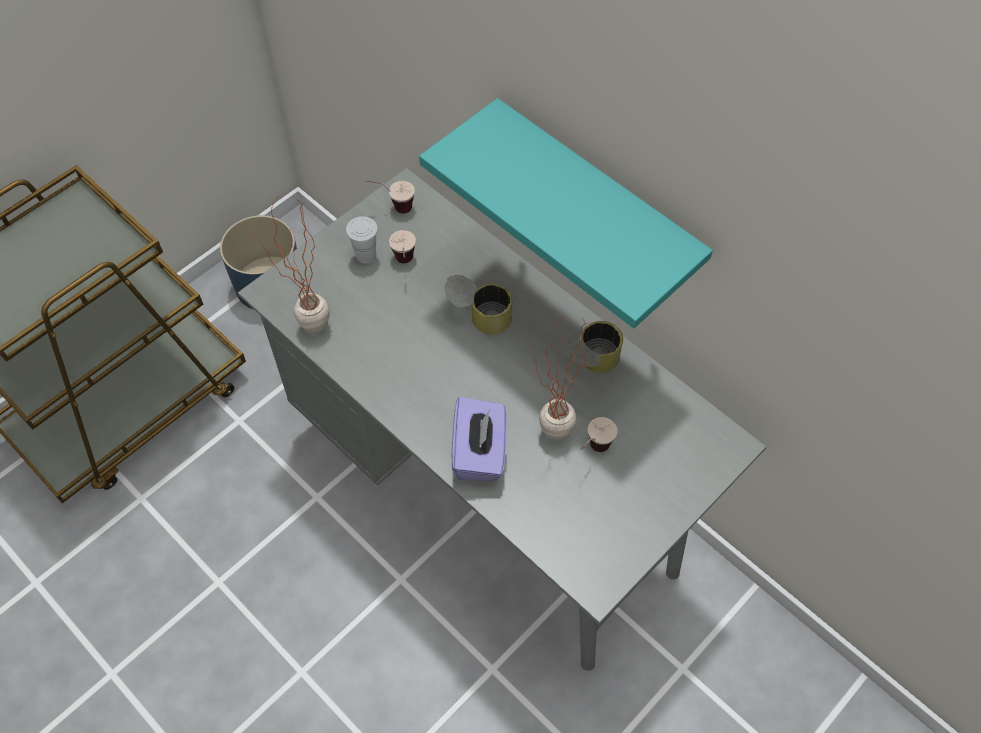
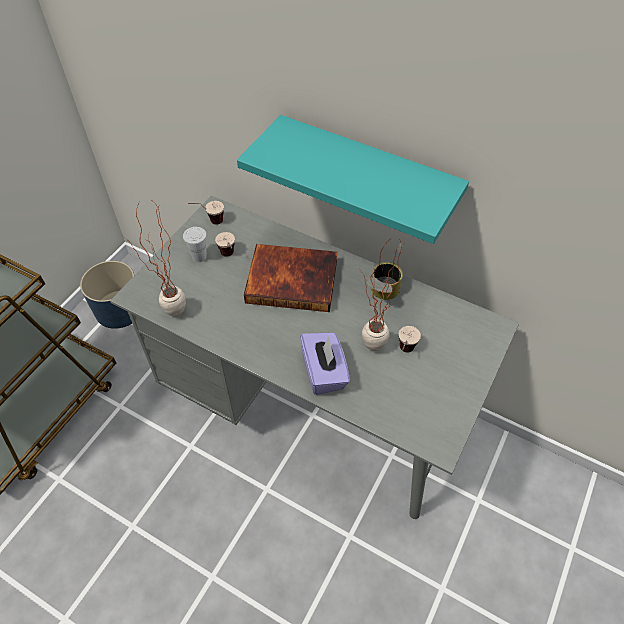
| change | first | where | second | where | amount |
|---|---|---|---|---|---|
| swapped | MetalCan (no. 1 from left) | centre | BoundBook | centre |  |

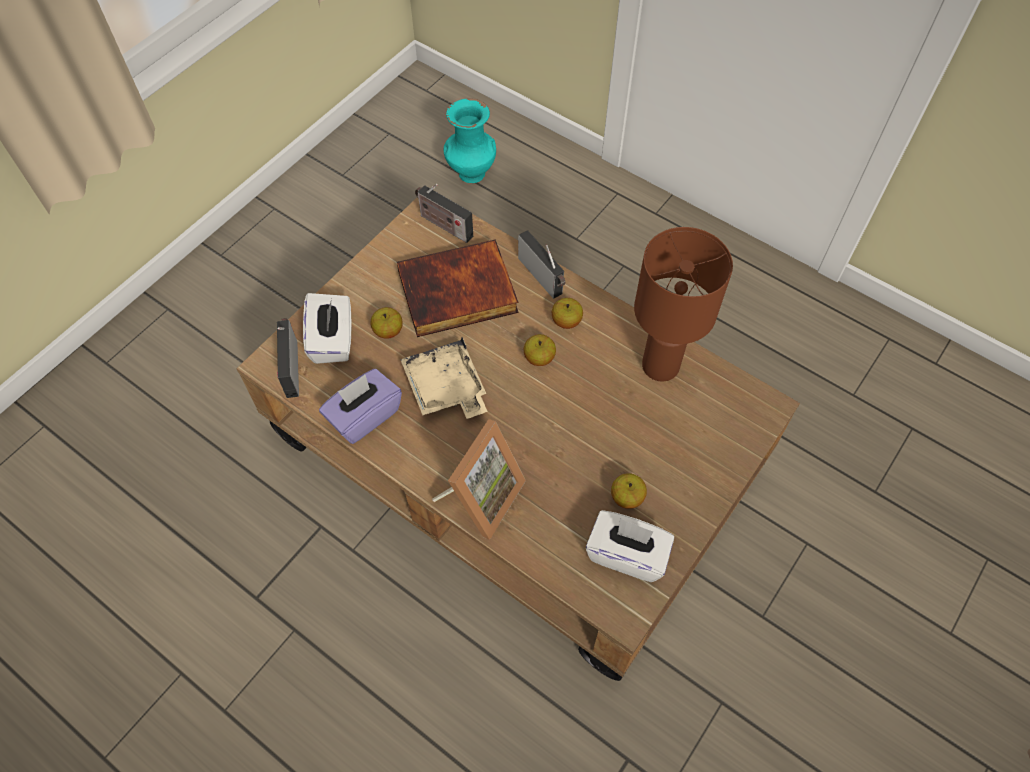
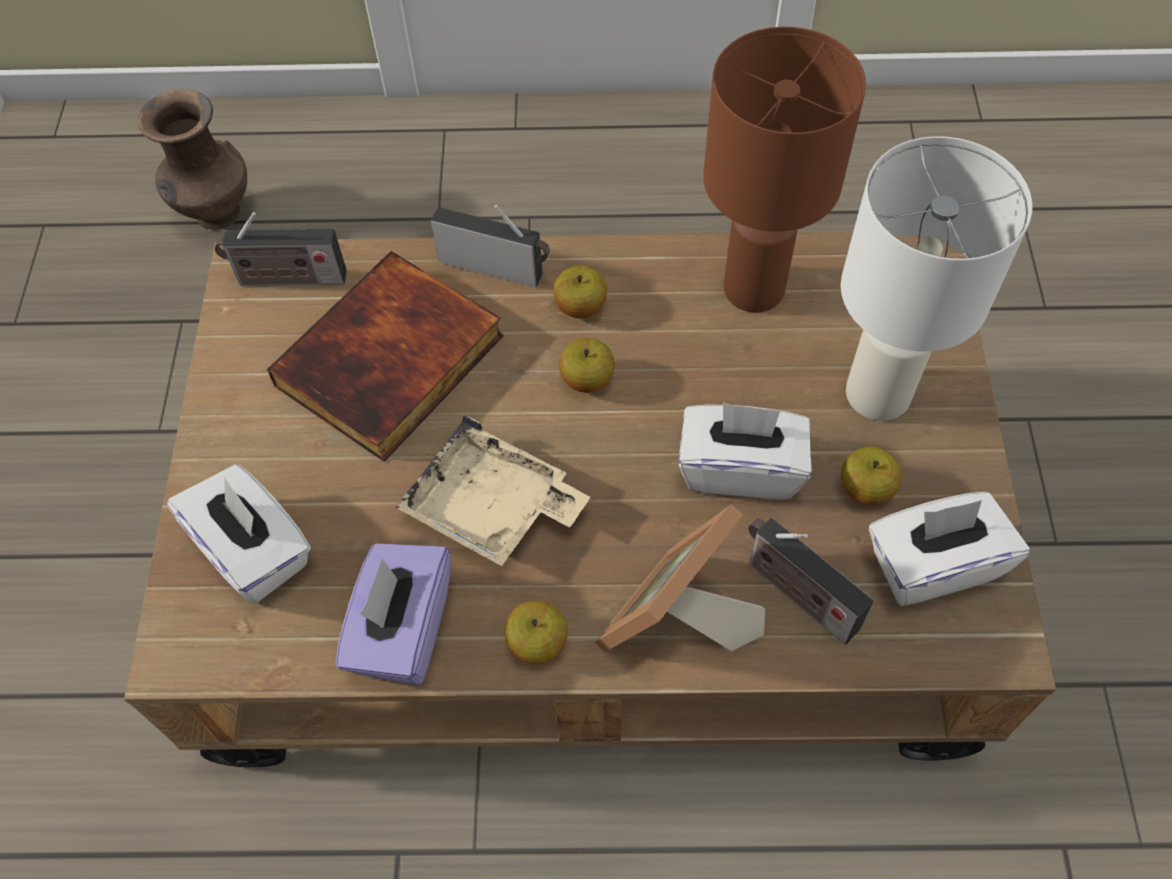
| change | first | where | second | where | amount |
|---|---|---|---|---|---|
| repainted | TurquoiseColouredFlowerVase | top centre | BrownFlowerVase | top left |  |
| shifted | AppleFruit (no. 1 from left) | centre |  | bottom centre |  |
| rotated | PictureFrame | centre |  | centre | 135 degrees counterclockwise |
| new |  |  | WhitishTissueBox (no. 2 from left) | centre |  |
| shifted | RadioReceiver (no. 1 from left in the first image) | middle left | RadioReceiver (no. 3 from left) | middle right |  |
| new |  |  | WhitishTableLamp | top right |  |

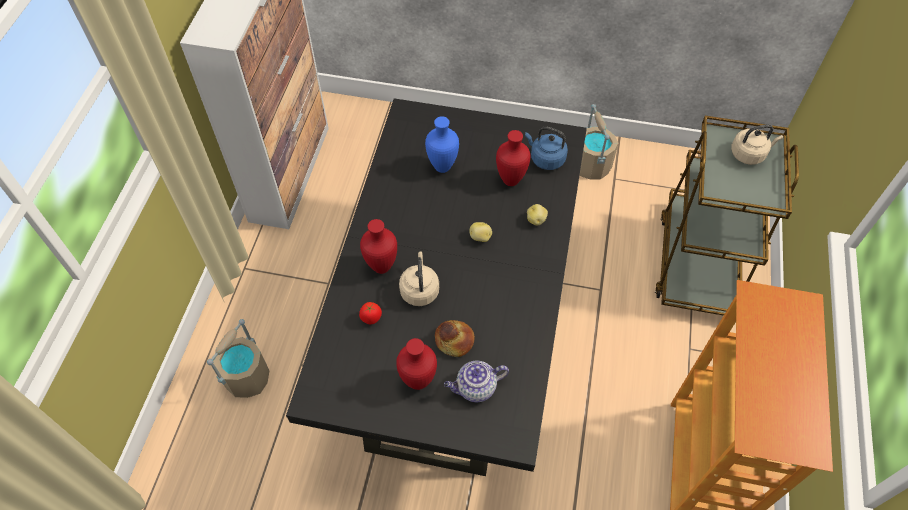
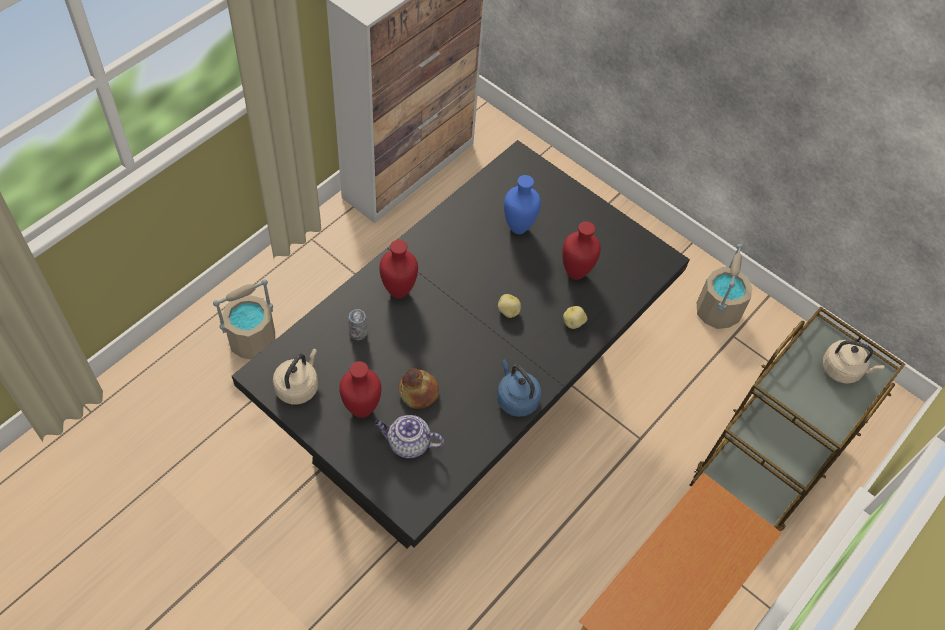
| change | first | where | second | where | amount |
|---|---|---|---|---|---|
| shifted | SandColouredWaterKettle (no. 1 from left) | centre |  | middle left |  |
| swapped | FreshTomato | centre | MetalCan | centre |  |
| shifted | BluishWaterKettle | top centre |  | centre |  |

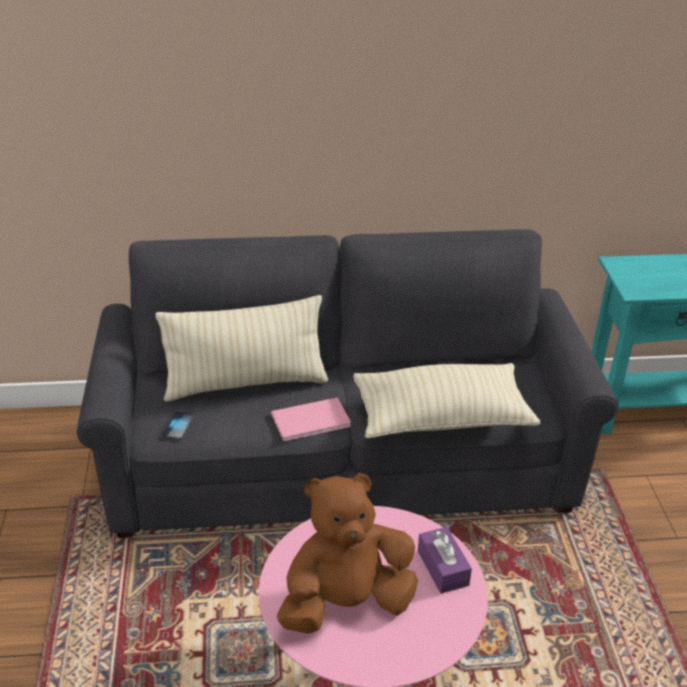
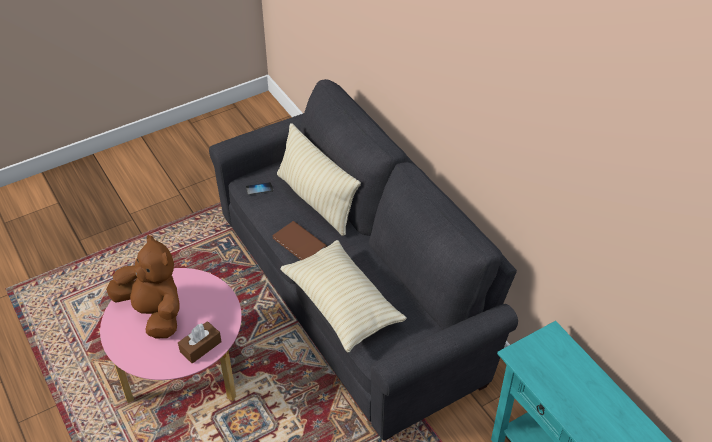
| change | first | where | second | where | amount |
|---|---|---|---|---|---|
| repainted | PurpleColouredTissueBox | bottom centre | BrownTissueBox | bottom left |  |
| repainted | PinkColouredBoundBook | centre | BrownBoundBook | centre |  |

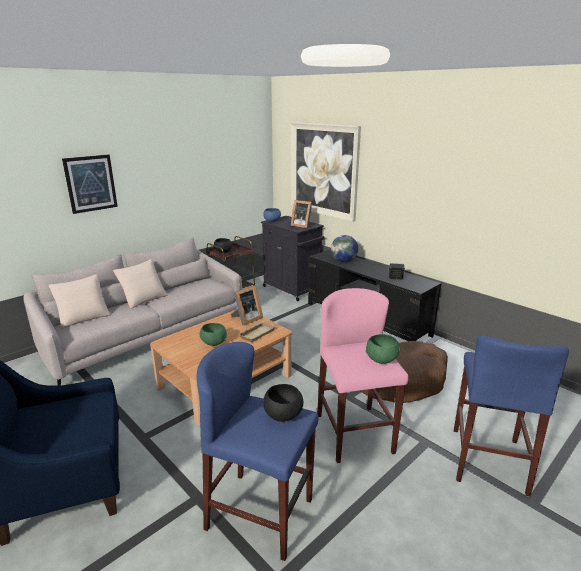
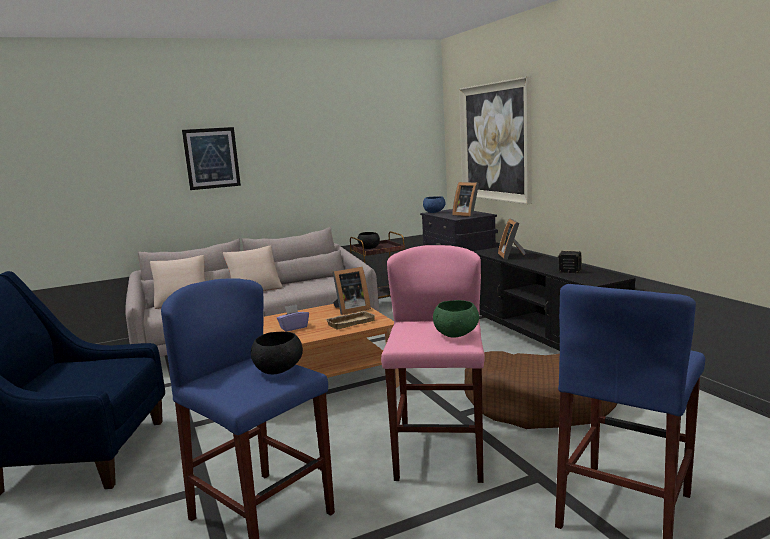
| change | first | where | second | where | amount |
|---|---|---|---|---|---|
| swapped | GreenishBowl (no. 1 from left) | centre | PurpleColouredTissueBox | centre |  |
| swapped | Globe | centre | PictureFrame (no. 3 from left) | centre |  |

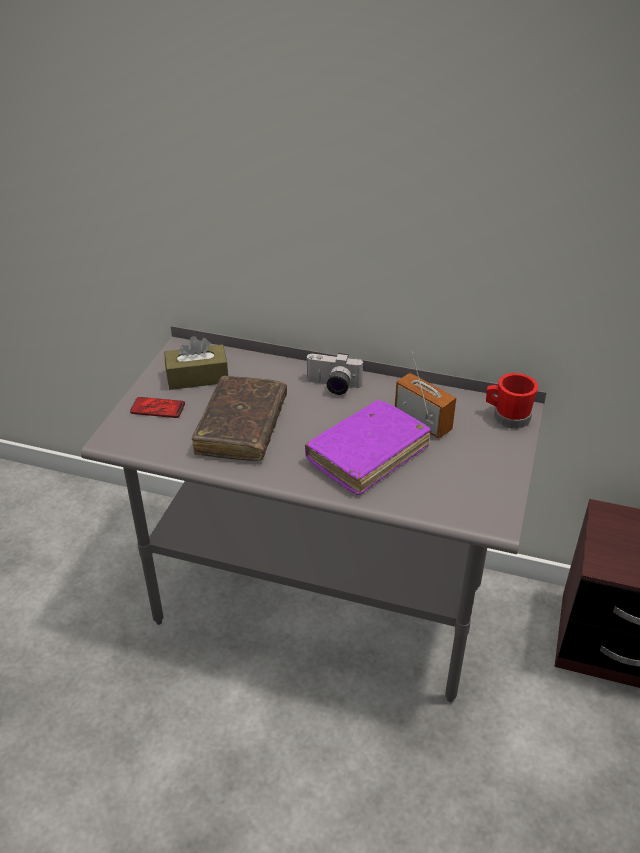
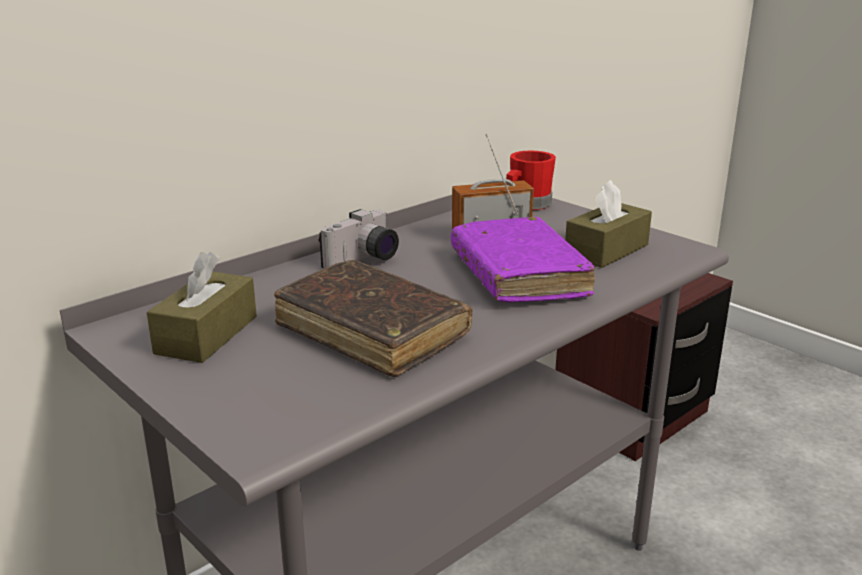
| change | first | where | second | where | amount |
|---|---|---|---|---|---|
| new |  |  | BrownTissueBox (no. 2 from left) | middle right |  |
| gone | Handset | middle left |  |  |  |

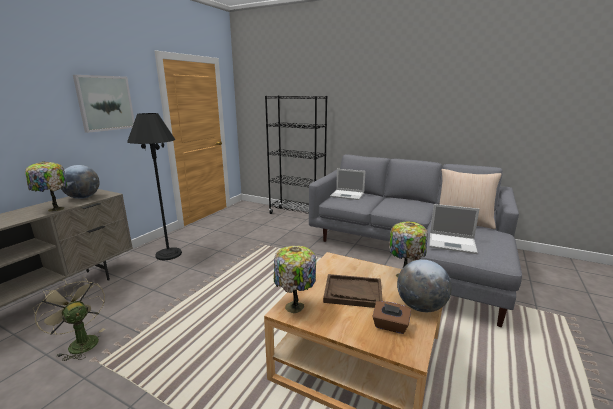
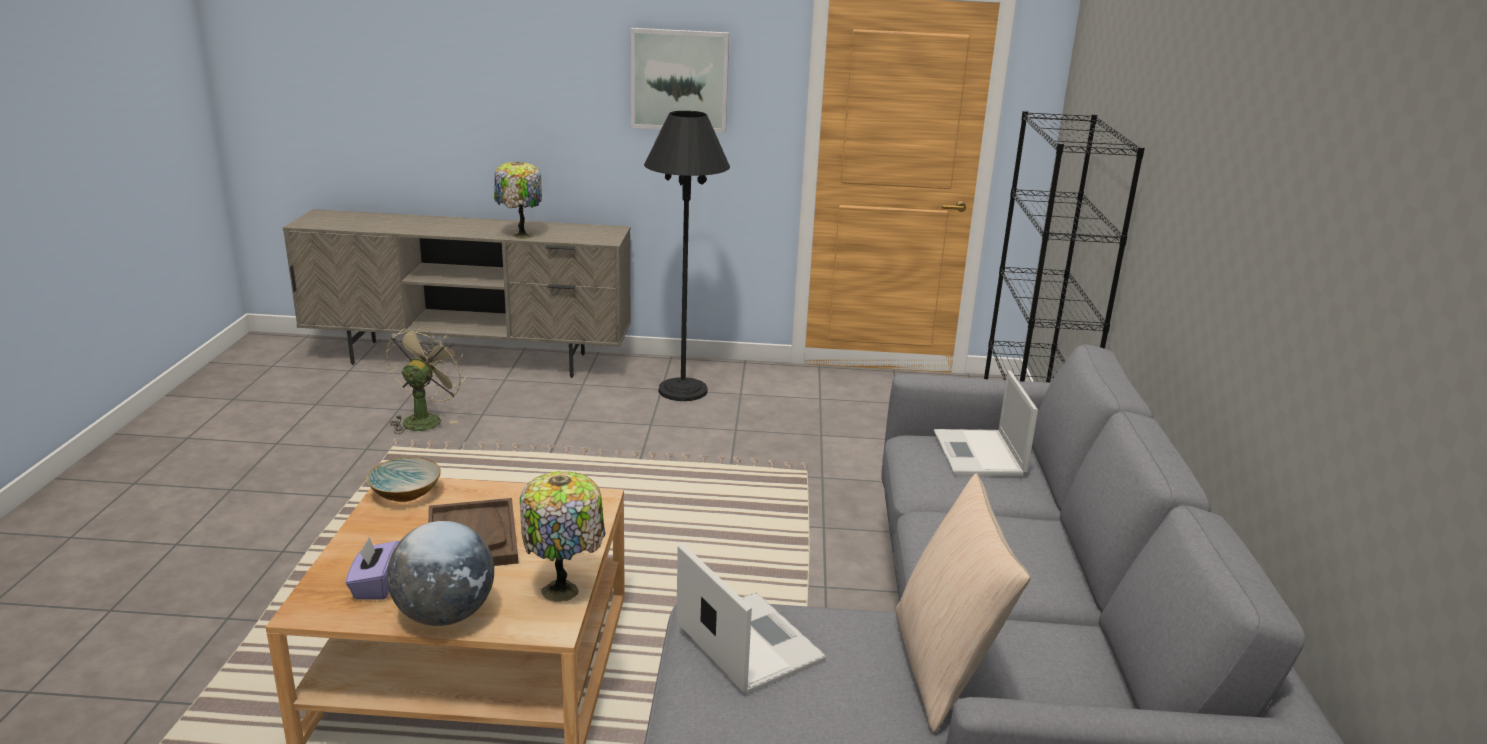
| change | first | where | second | where | amount |
|---|---|---|---|---|---|
| repainted | BrownTissueBox | bottom centre | PurpleColouredTissueBox | bottom left |  |
| swapped | TableLamp (no. 2 from left) | bottom centre | Bowl | middle left |  |
| rotated | Laptop (no. 2 from left in the first image) | middle right | Laptop (no. 1 from left) | bottom centre | 150 degrees clockwise |
| gone | Globe (no. 1 from left) | middle left |  |  |  |

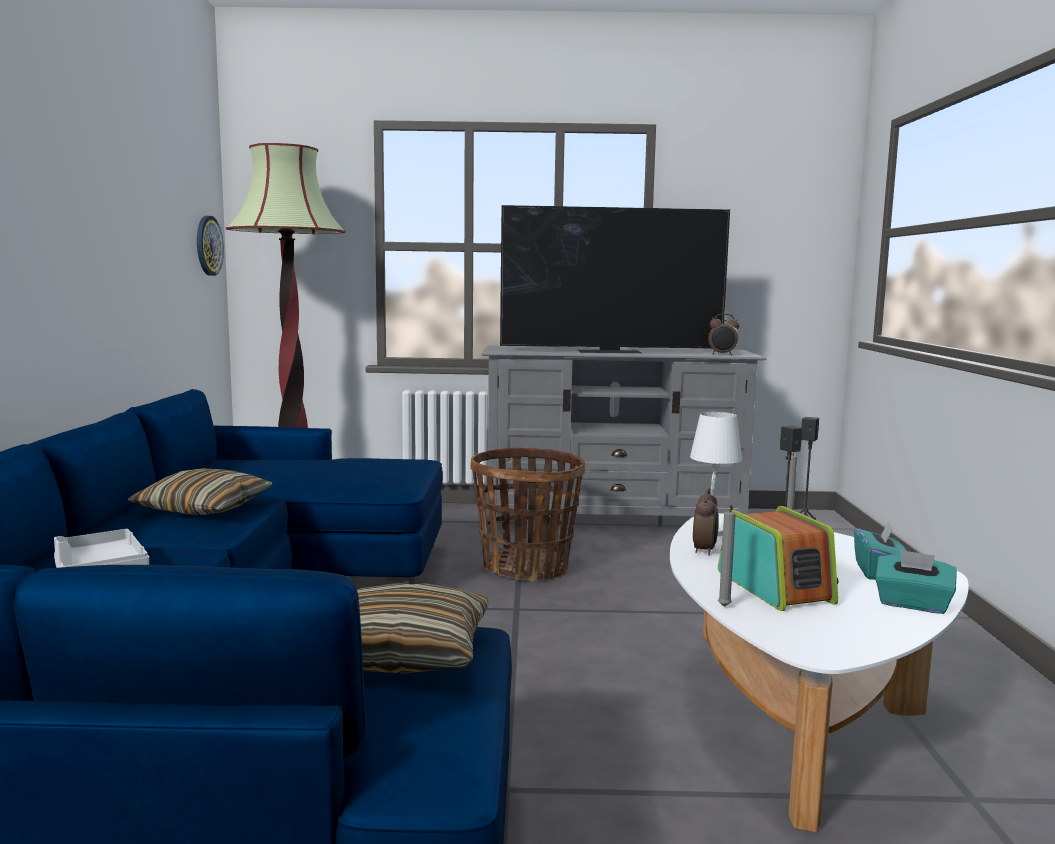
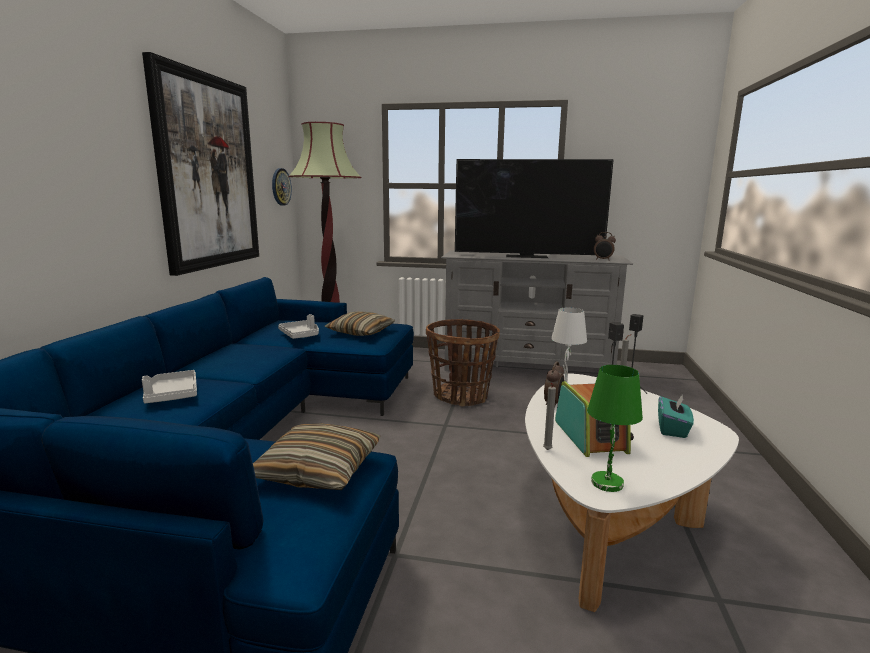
| change | first | where | second | where | amount |
|---|---|---|---|---|---|
| new |  |  | Picture | top left |  |
| new |  |  | GreyServingTray (no. 2 from left) | centre |  |
| shifted | ThrowPillow (no. 1 from left in the first image) | middle left | ThrowPillow (no. 2 from left) | centre |  |
| new |  |  | GreenishTableLamp | middle right |  |
| gone | TurquoiseColouredTissueBox (no. 2 from left) | bottom right |  |  |  |

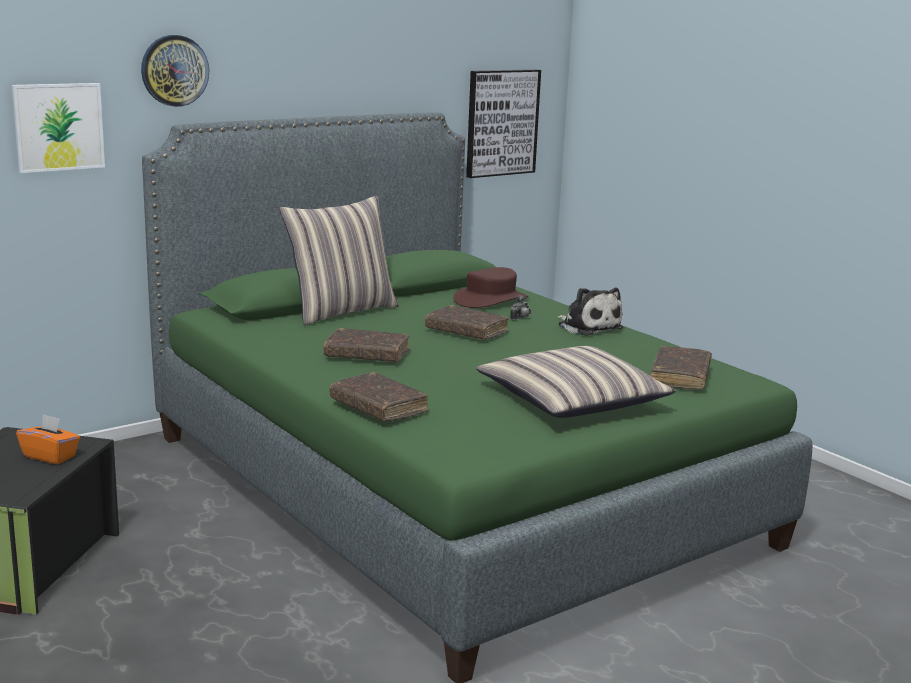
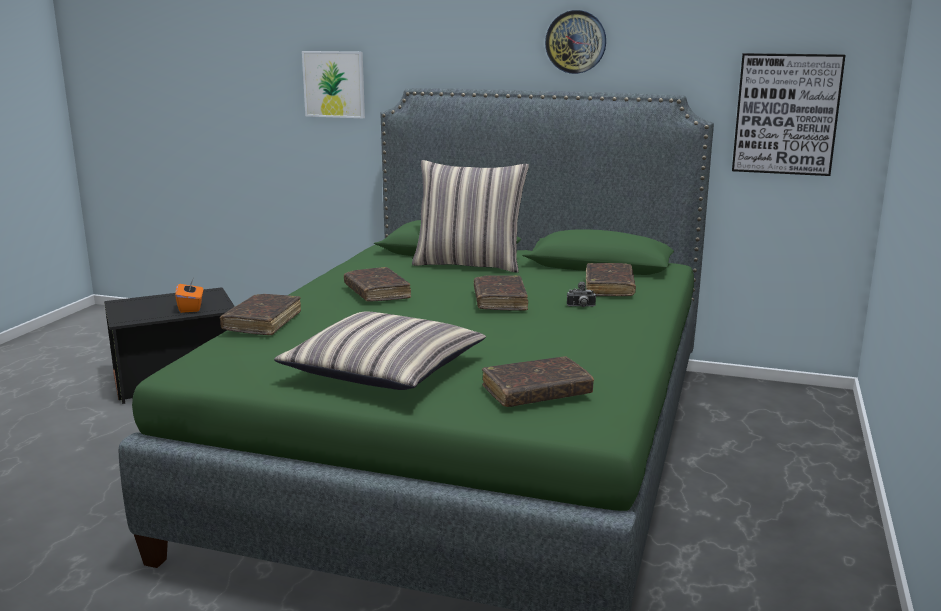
| change | first | where | second | where | amount |
|---|---|---|---|---|---|
| shifted | ClockOnTheWall | top left |  | top centre |  |
| swapped | BrownWearableHat | centre | BrownBoundBook (no. 5 from left) | centre |  |
| gone | CuddlyToy | centre |  |  |  |

